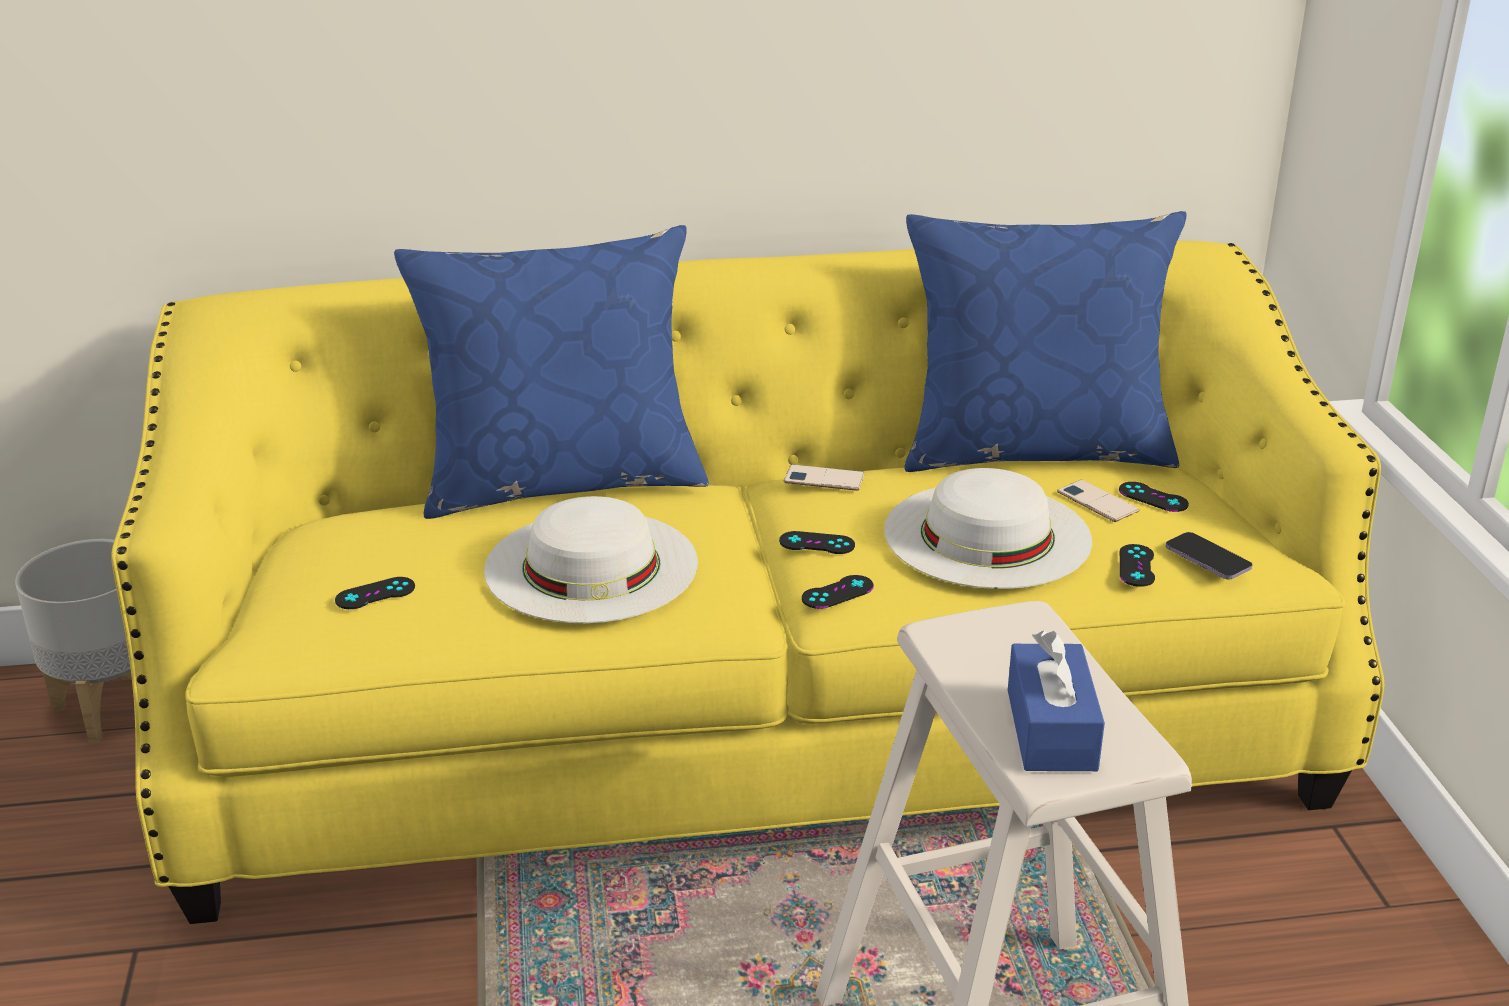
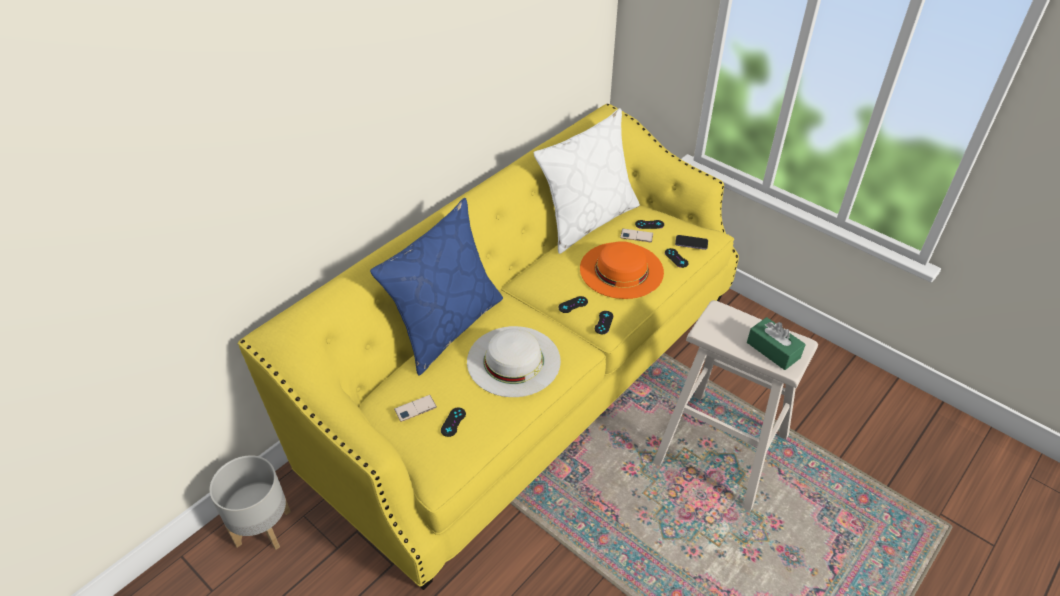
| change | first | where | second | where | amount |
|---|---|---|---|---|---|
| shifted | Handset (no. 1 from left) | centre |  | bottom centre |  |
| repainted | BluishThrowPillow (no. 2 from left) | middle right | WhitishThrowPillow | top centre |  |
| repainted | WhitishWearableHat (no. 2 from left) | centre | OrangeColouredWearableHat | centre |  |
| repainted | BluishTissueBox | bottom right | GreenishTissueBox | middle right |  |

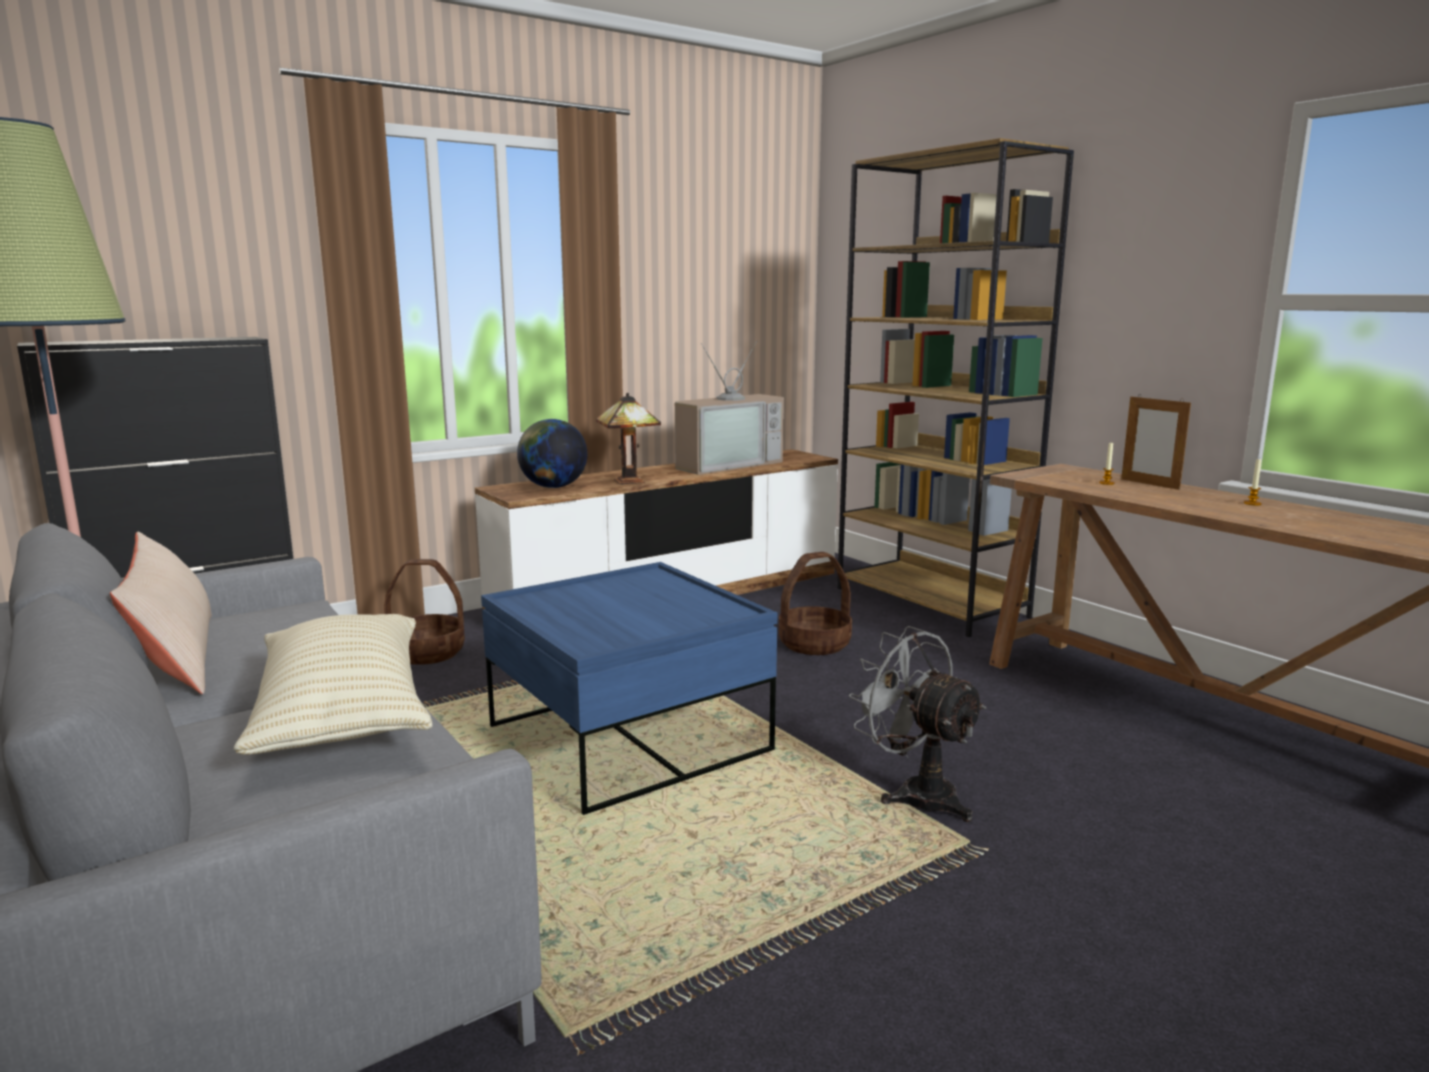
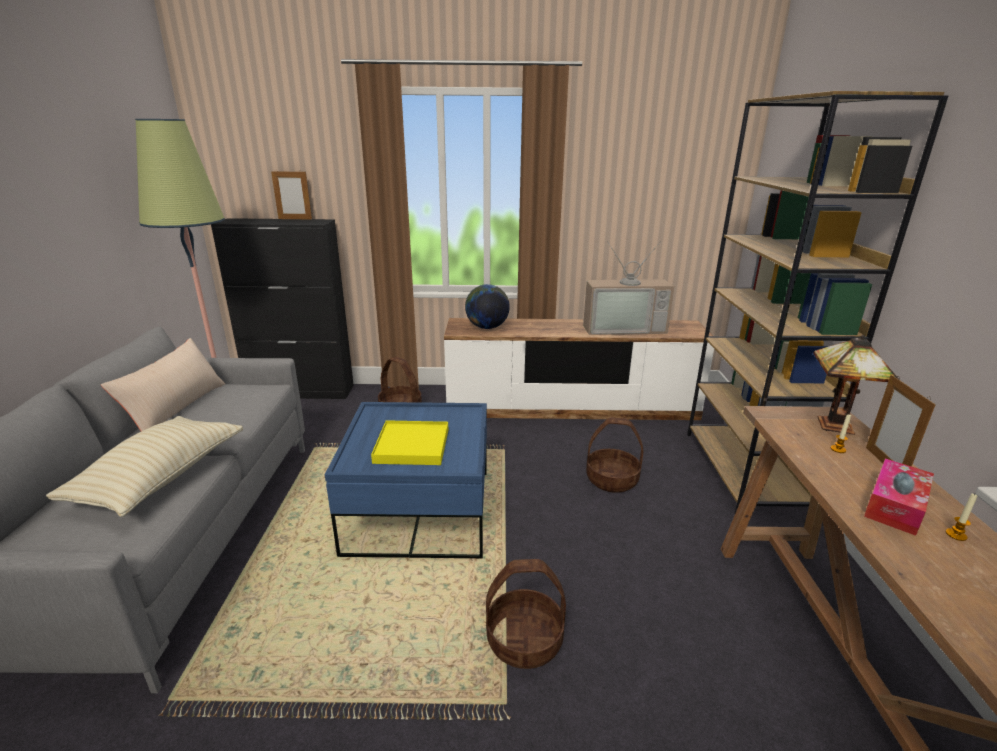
| change | first | where | second | where | amount |
|---|---|---|---|---|---|
| new |  |  | PictureFrame (no. 1 from left) | top left |  |
| new |  |  | YellowServingTray | centre |  |
| swapped | GreyCoolingFan | bottom centre | HouseholdBasket (no. 2 from left) | bottom centre |  |
| shifted | TableLamp | centre |  | middle right |  |
| new |  |  | TissueBox | middle right |  |

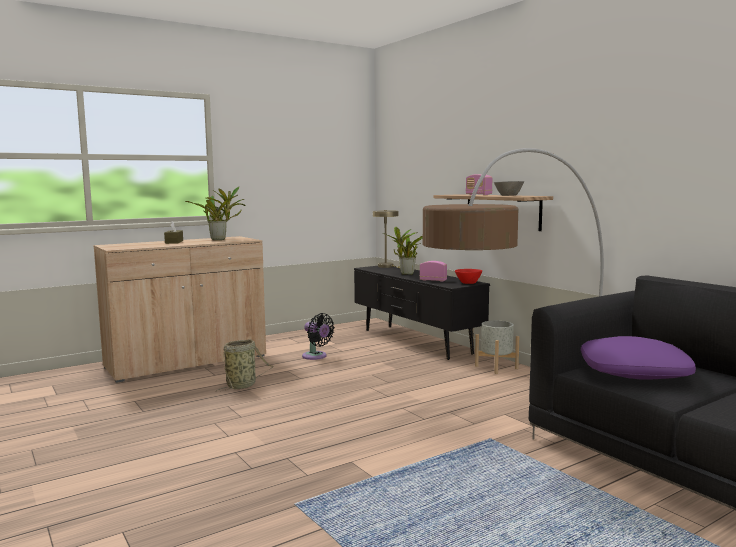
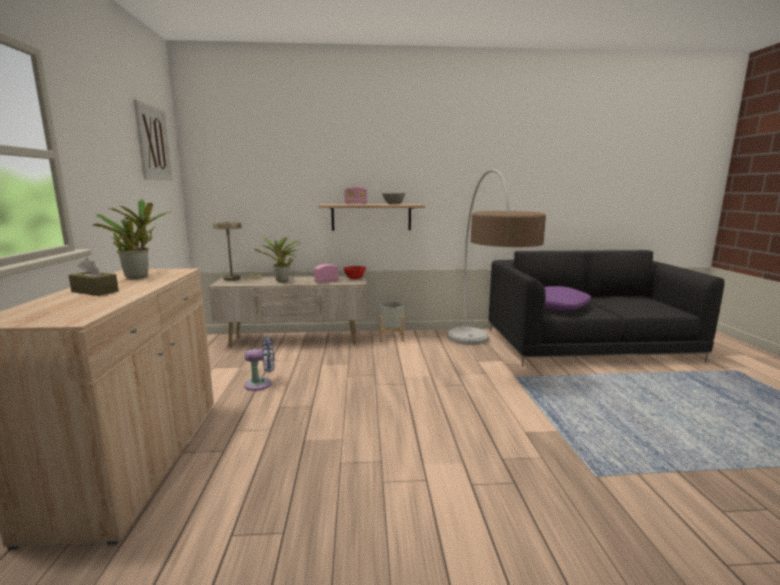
| change | first | where | second | where | amount |
|---|---|---|---|---|---|
| new |  |  | Picture | top left |  |
| repainted | BlackColouredTvUnit | centre | SandColouredTvUnit | centre |  |
| repainted | BlackColouredCoolingFan | centre | BluishCoolingFan | middle left |  |
| gone | HouseholdBasket | bottom left |  |  |  |

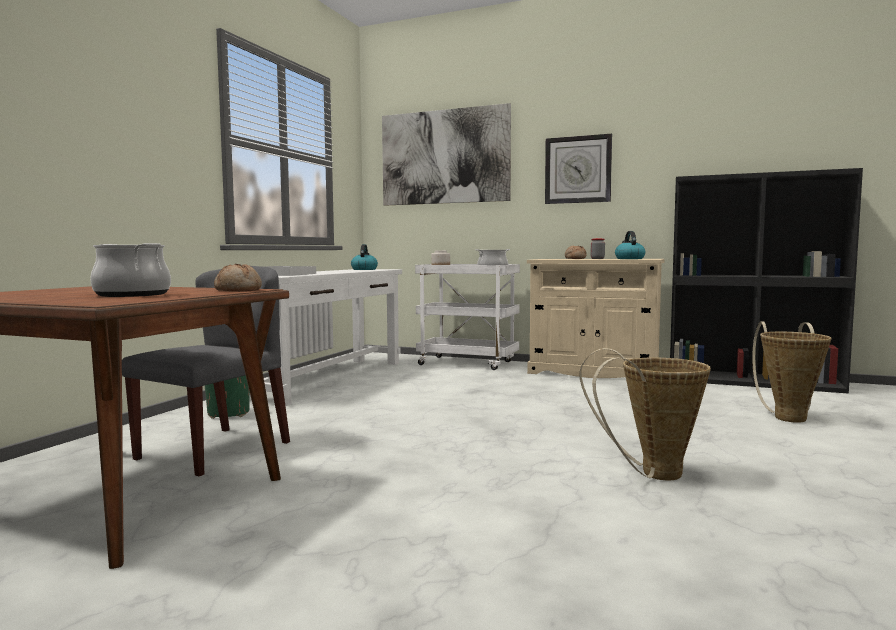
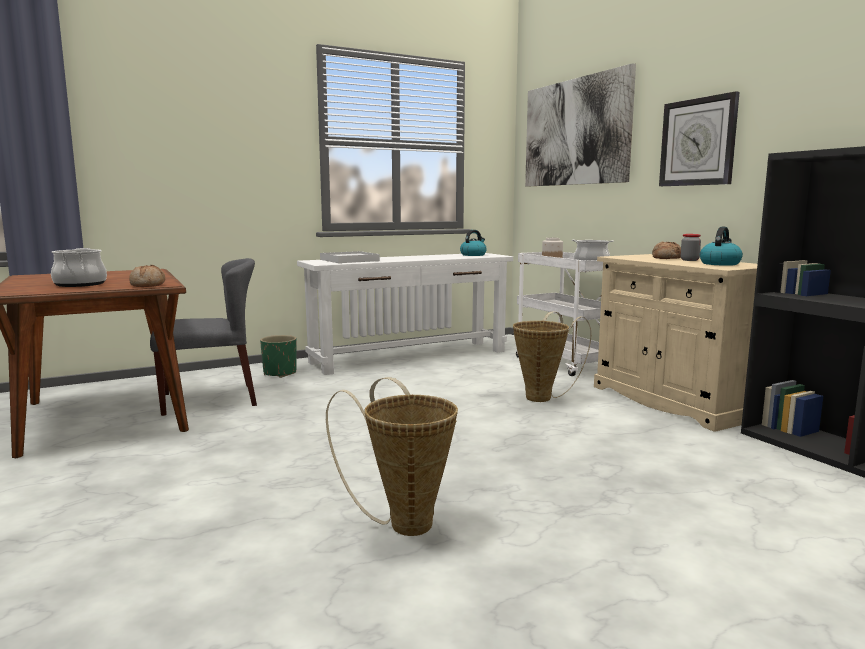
| change | first | where | second | where | amount |
|---|---|---|---|---|---|
| shifted | HouseholdBasket (no. 2 from left) | middle right |  | centre |  |

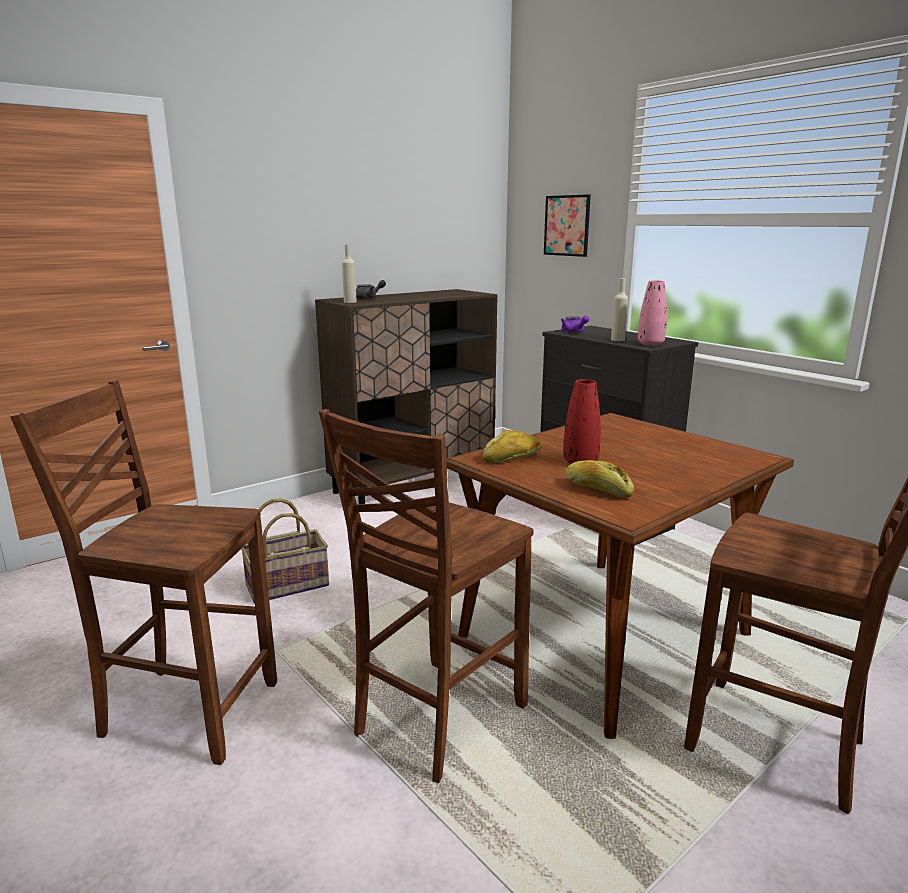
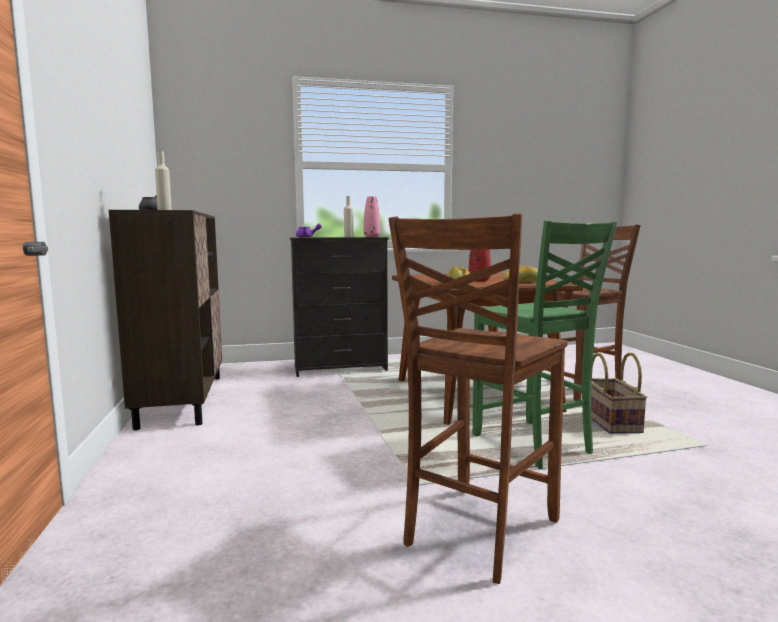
| change | first | where | second | where | amount |
|---|---|---|---|---|---|
| repainted | BrownChair (no. 2 from left) | bottom centre | GreenishChair | middle right |  |
| shifted | HouseholdBasket | middle left |  | middle right |  |
| gone | Picture | top centre |  |  |  |

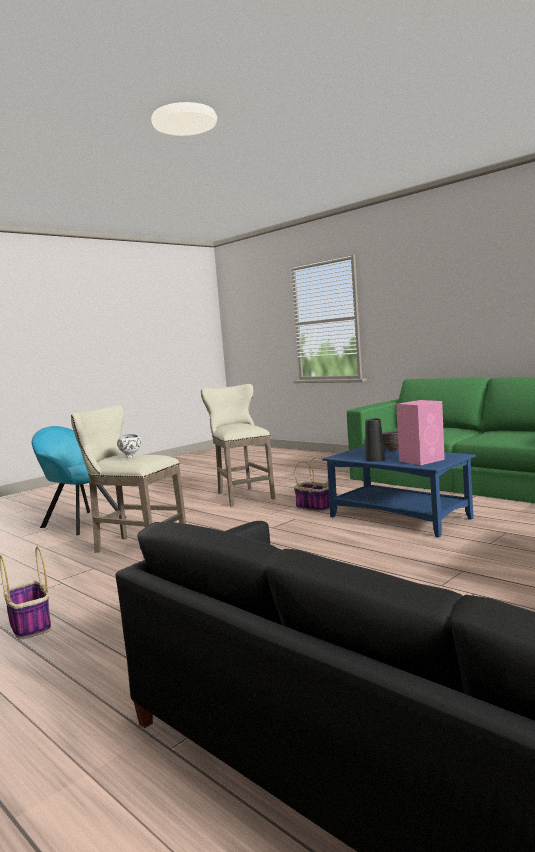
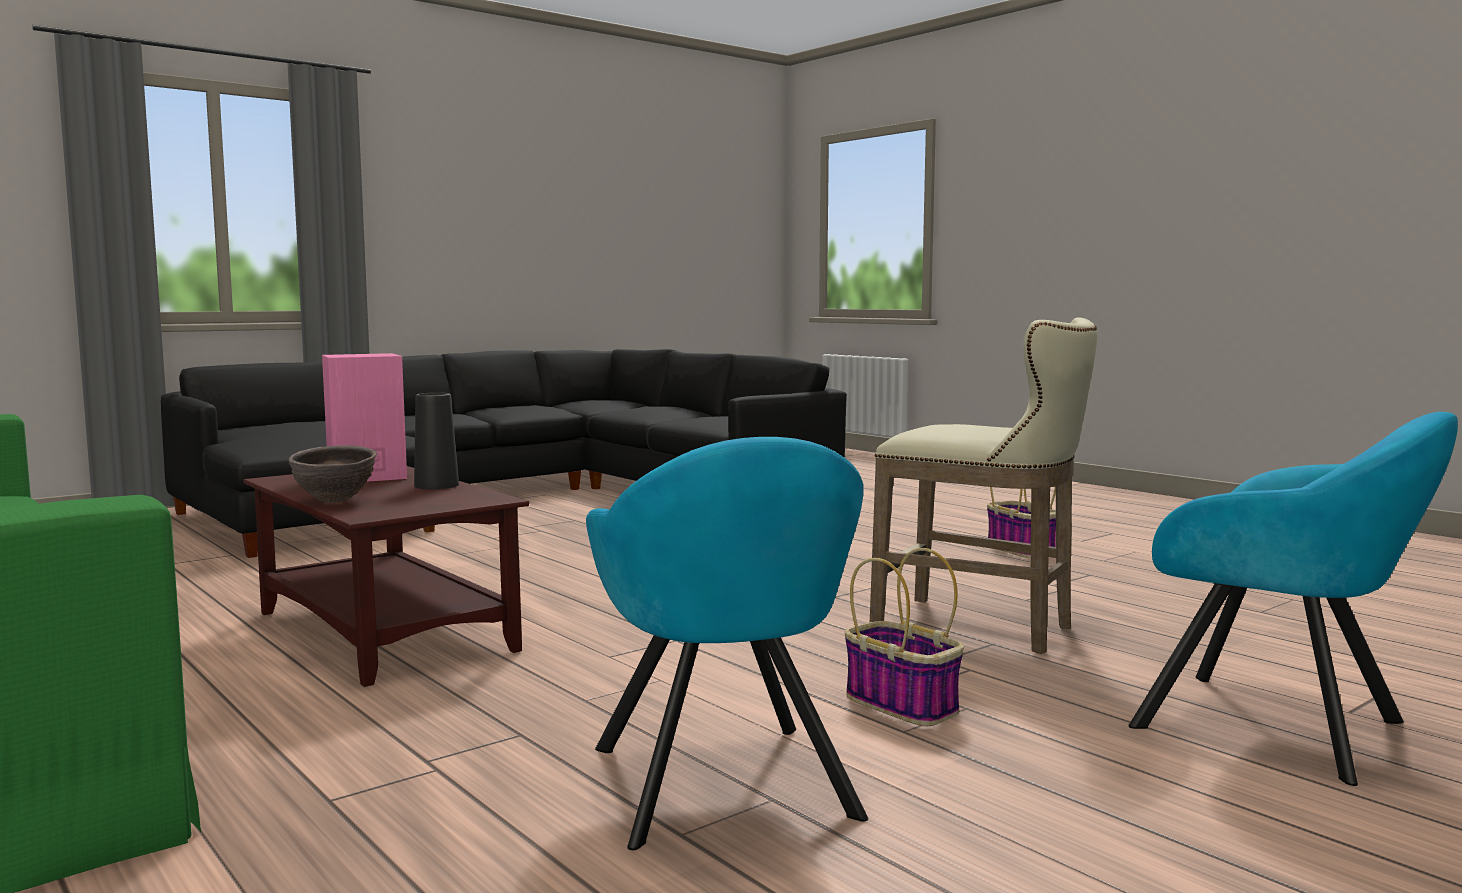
| change | first | where | second | where | amount |
|---|---|---|---|---|---|
| repainted | BluishCoffeeTable | middle right | BrownCoffeeTable | middle left |  |
| swapped | SandColouredStoolSeat (no. 2 from left) | centre | TurquoiseColouredEasyChair (no. 1 from left) | bottom centre |  |
| shifted | HouseholdBasket (no. 2 from left in the first image) | centre | HouseholdBasket (no. 1 from left) | bottom centre |  |
| gone | WhitishBowl | middle left |  |  |  |

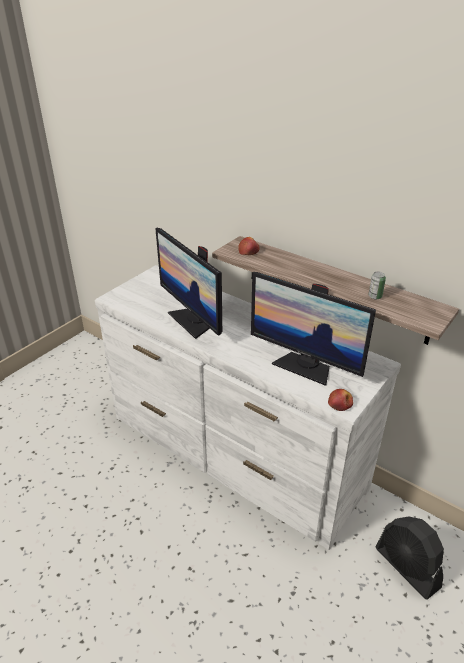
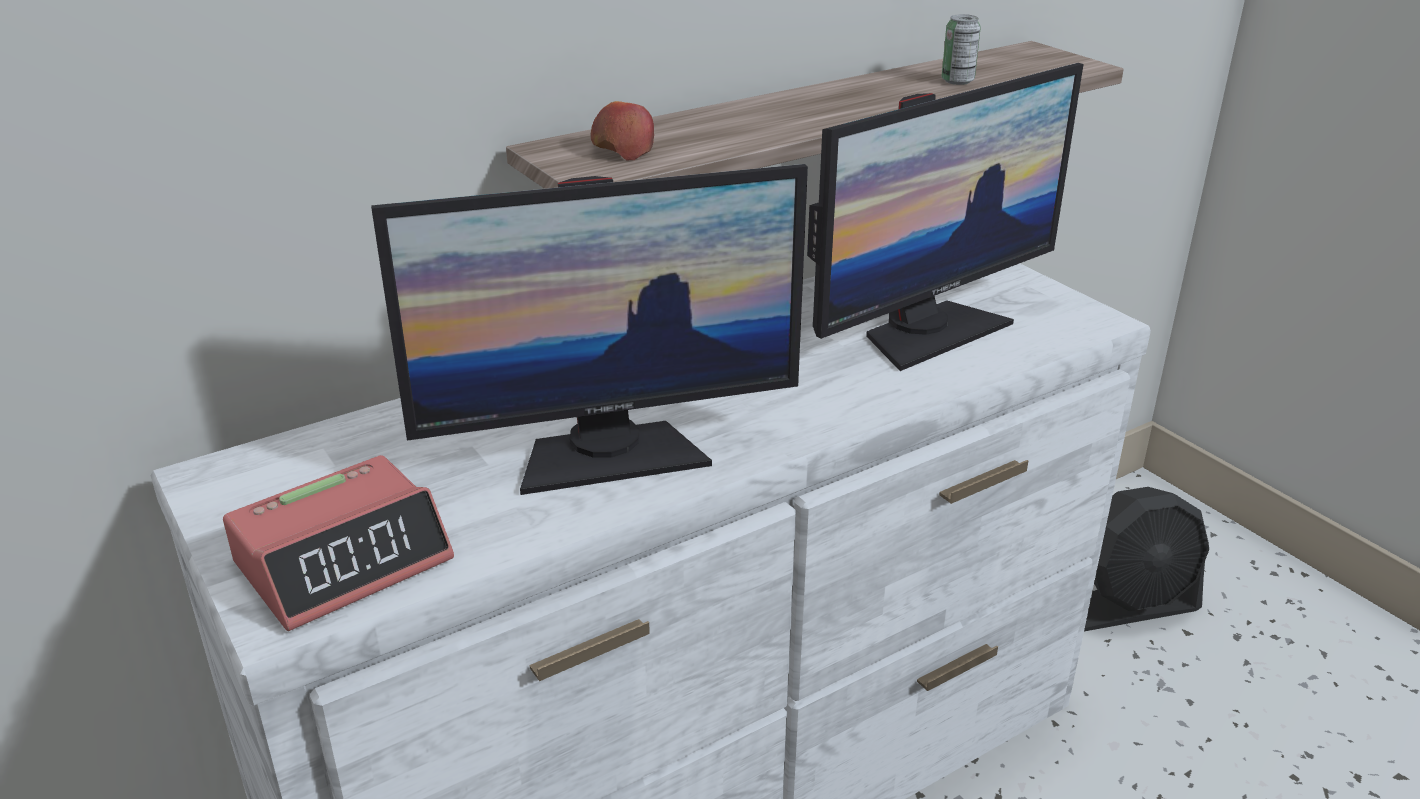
| change | first | where | second | where | amount |
|---|---|---|---|---|---|
| new |  |  | TableClock | bottom left |  |
| gone | AppleFruit (no. 2 from left) | middle right |  |  |  |

